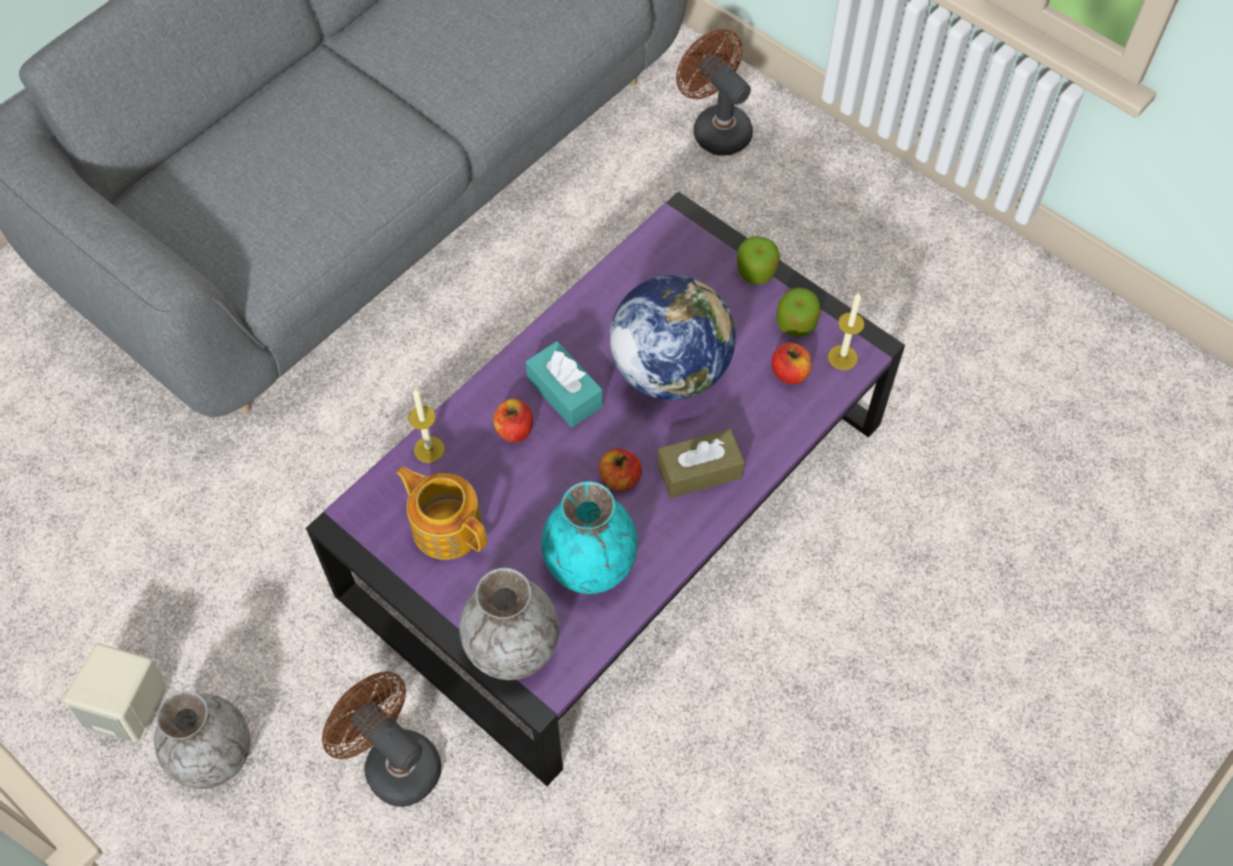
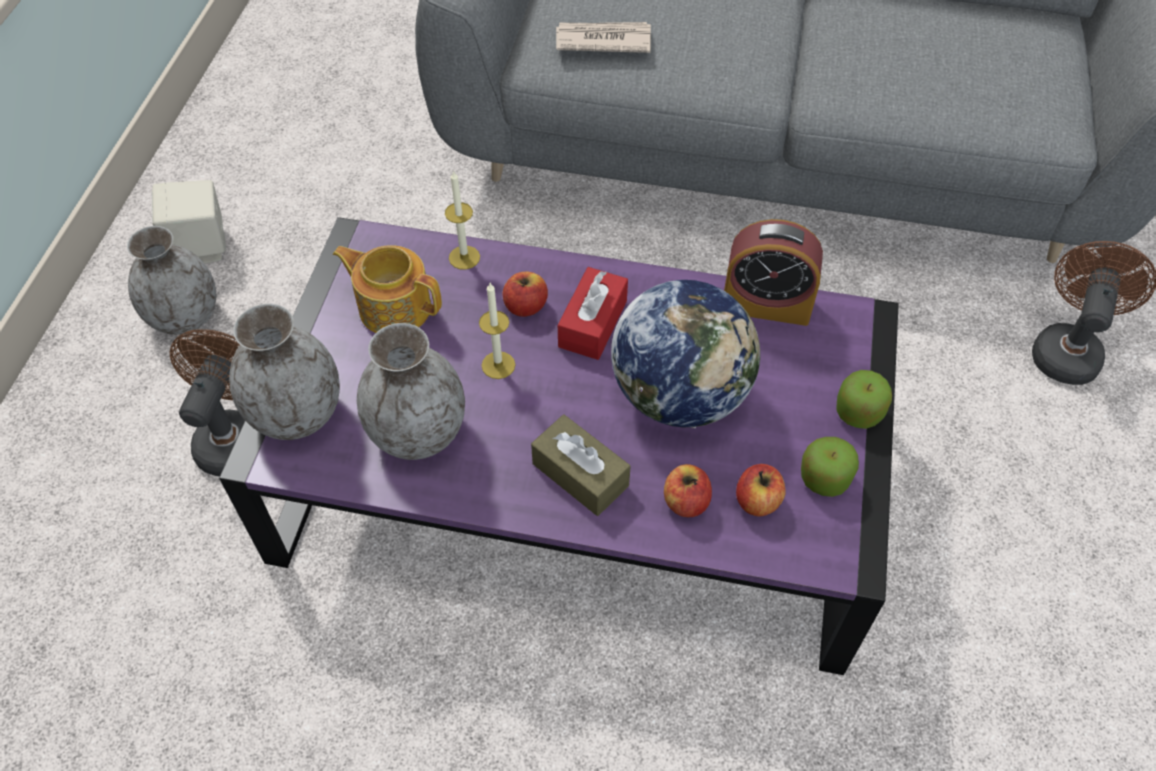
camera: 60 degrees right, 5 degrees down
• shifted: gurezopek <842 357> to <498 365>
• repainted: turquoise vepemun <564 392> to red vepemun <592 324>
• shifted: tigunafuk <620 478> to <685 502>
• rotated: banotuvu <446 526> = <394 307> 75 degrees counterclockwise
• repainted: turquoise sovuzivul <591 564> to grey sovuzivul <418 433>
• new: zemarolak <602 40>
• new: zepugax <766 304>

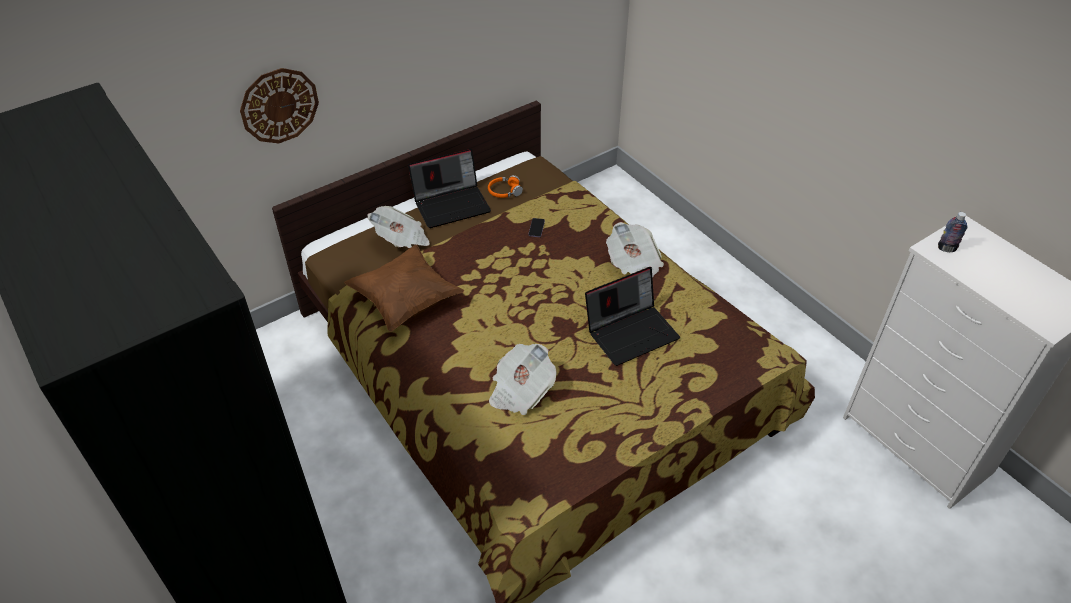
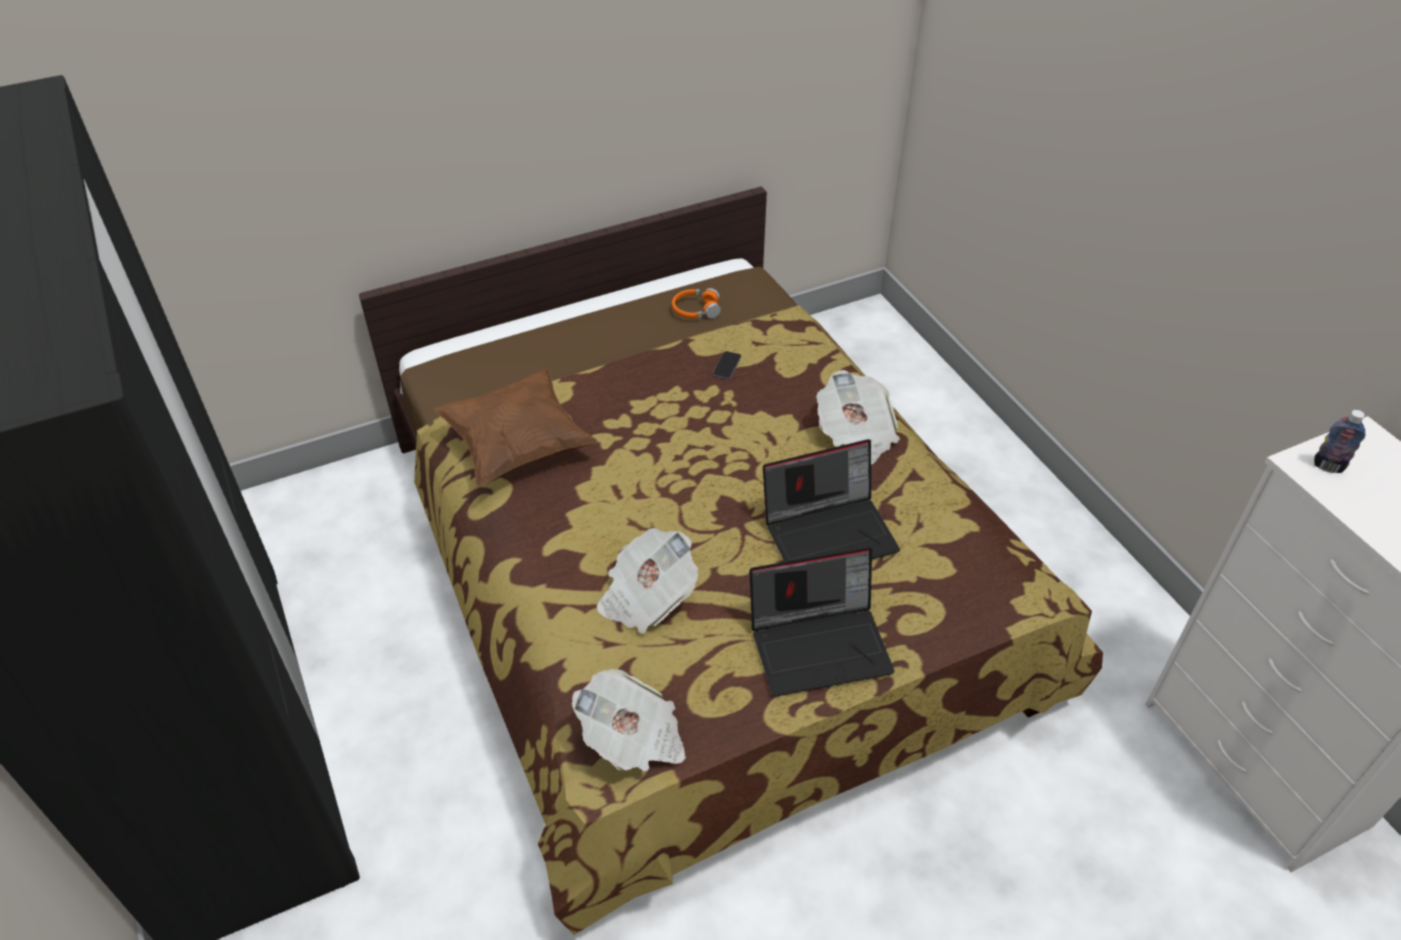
camera: 10 degrees right, 0 degrees up
• gone: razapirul <279 105>
• shifted: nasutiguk <452 204> to <820 644>
• shifted: zemarolak <401 240> to <633 739>

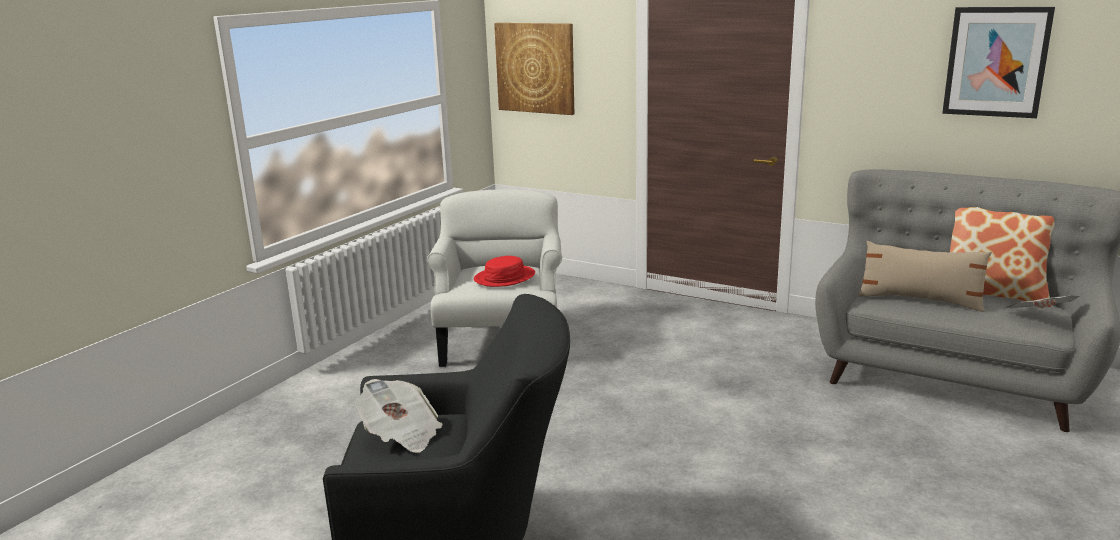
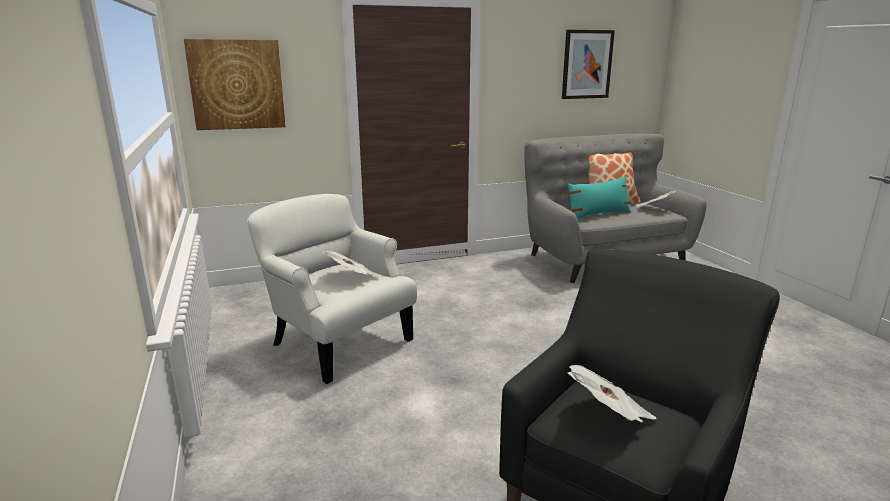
camera: 50 degrees left, 0 degrees up
• repainted: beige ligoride <920 300> to turquoise ligoride <597 215>
• swapped: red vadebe <505 277> to zemarolak <351 277>

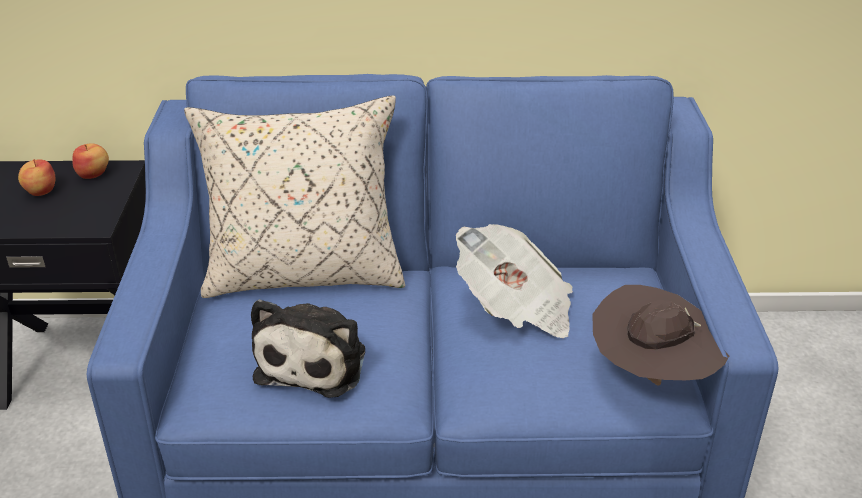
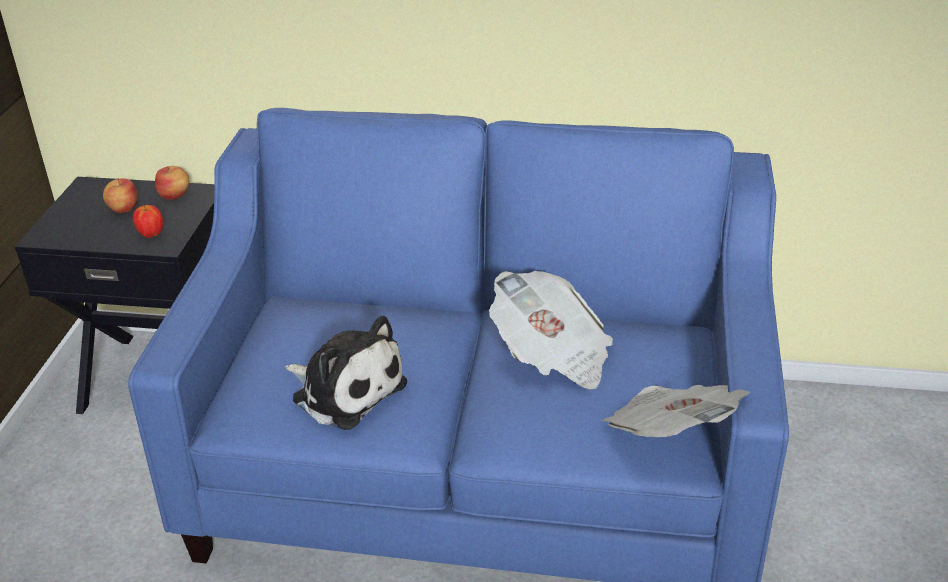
camera: 10 degrees right, 0 degrees up
• gone: beige ligoride <304 273>
• swapped: brown vadebe <651 375> to zemarolak <670 434>
• rotated: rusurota <315 360> = <345 390> 75 degrees counterclockwise
• new: tigunafuk <151 235>

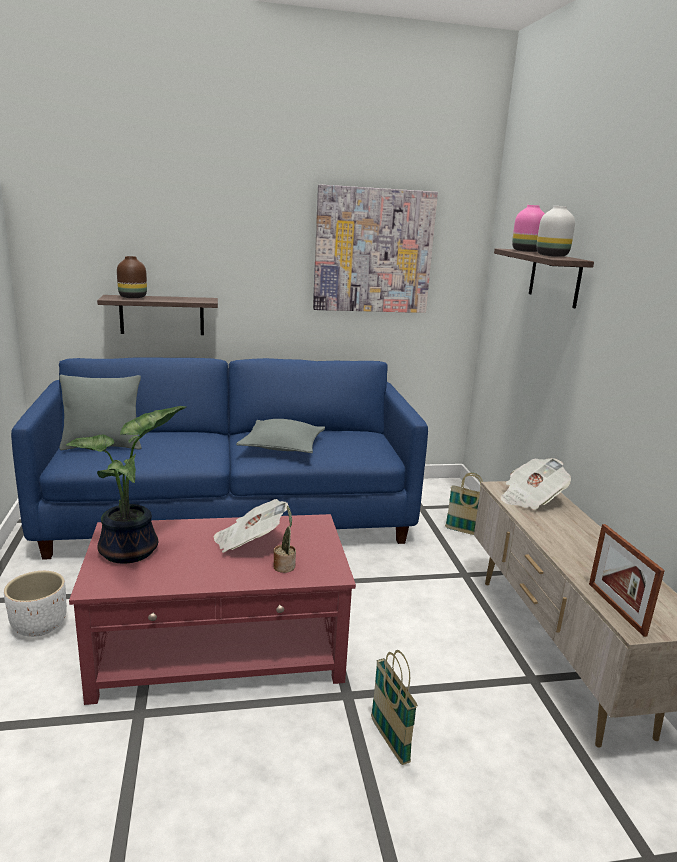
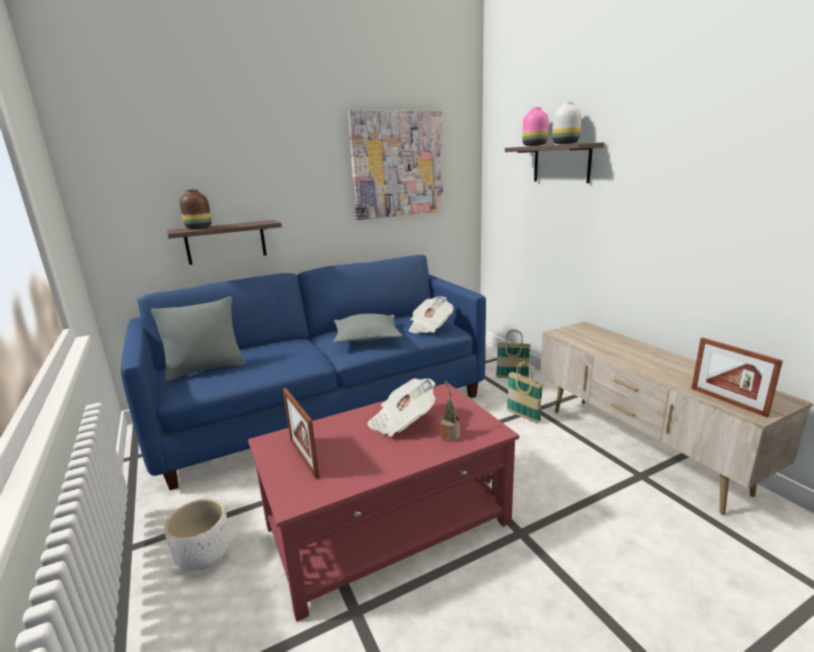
camera: 15 degrees left, 0 degrees up
• swapped: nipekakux <132 551> to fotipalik <304 458>
• shifted: zemarolak <530 499> to <429 327>
• shifted: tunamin <389 741> to <523 416>

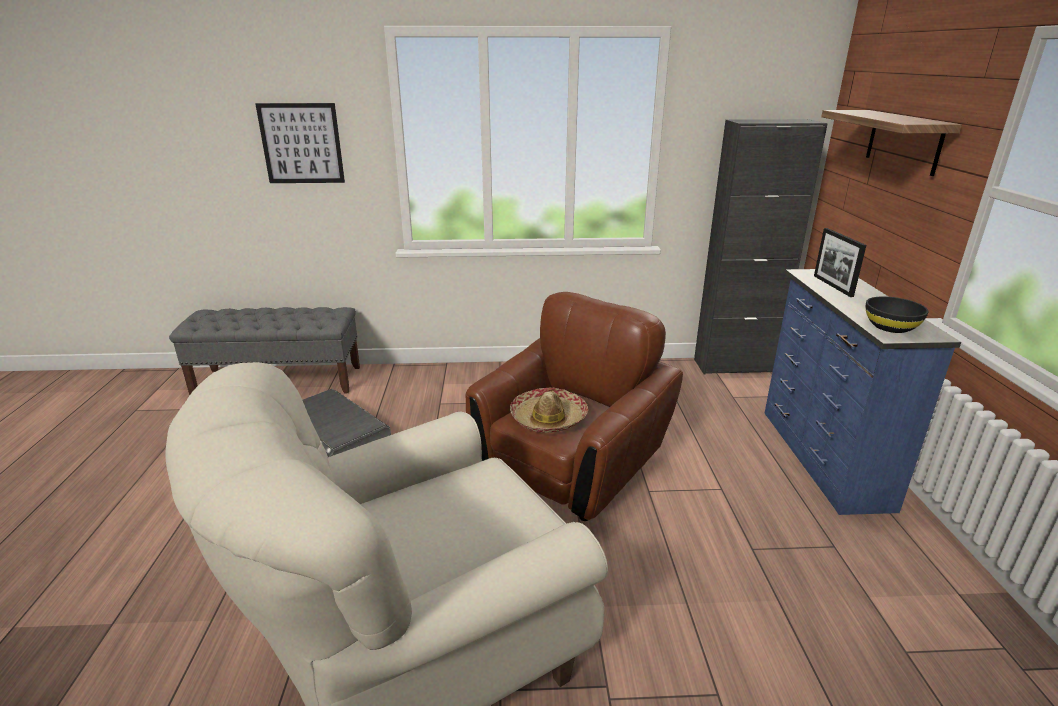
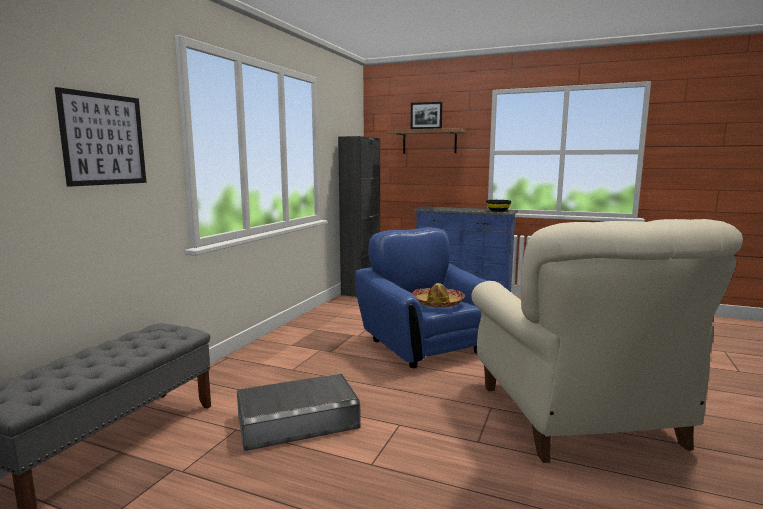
camera: 65 degrees left, 15 degrees down
• shifted: fotipalik <832 286> to <426 129>
• repainted: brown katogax <571 466> to blue katogax <424 345>

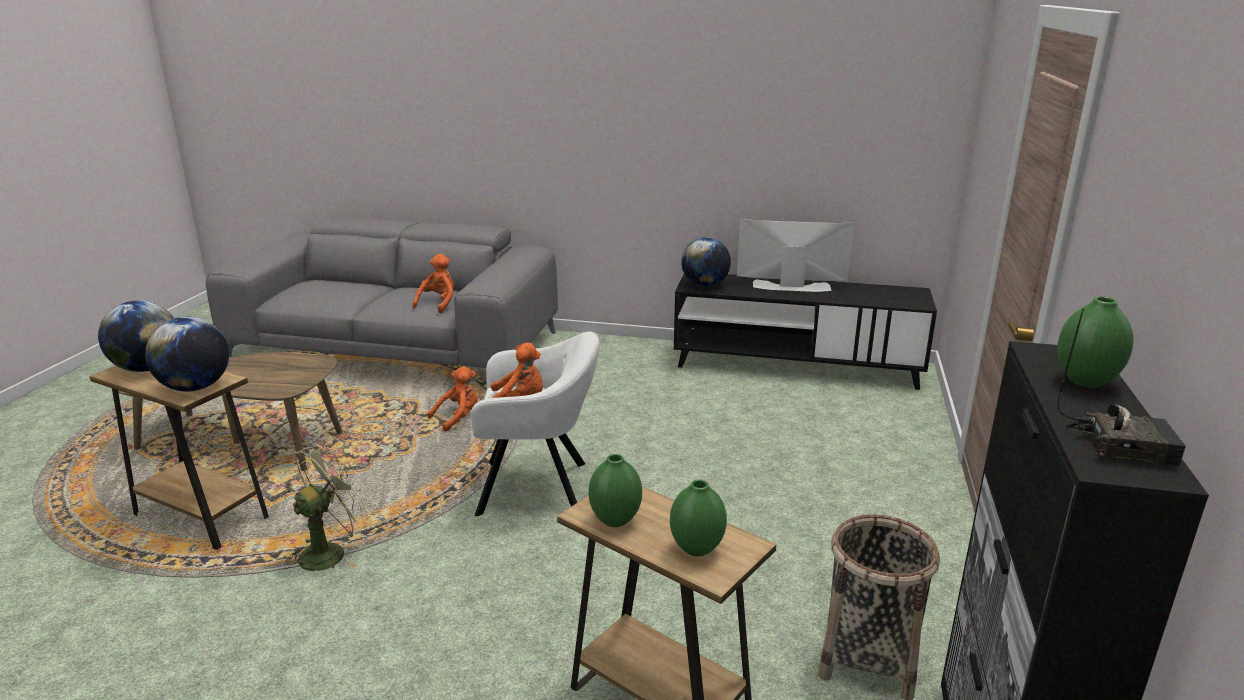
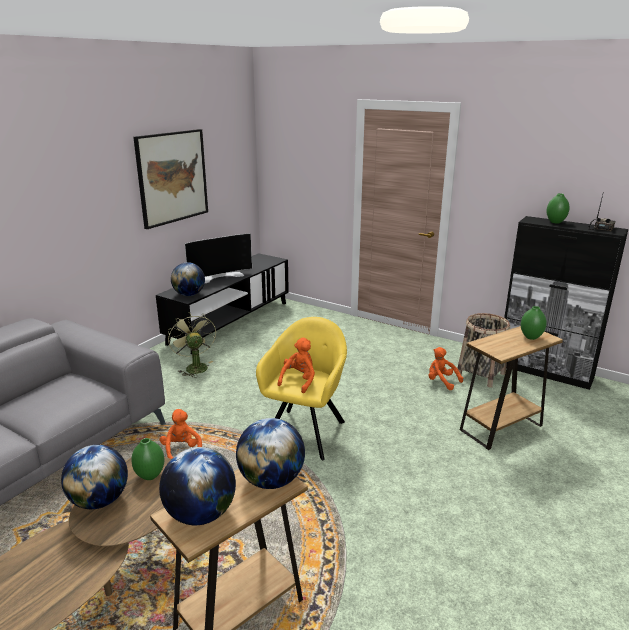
camera: 70 degrees left, 0 degrees up
• rotated: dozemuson <791 286> = <219 276> 150 degrees counterclockwise
• shifted: orange rusurota <438 304> to <441 381>
• repainted: white katogax <539 488> to yellow katogax <305 431>
• shifted: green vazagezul <330 552> to <194 367>
• shifted: green sovuzivul <615 521> to <150 476>
• new: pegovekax <172 177>
• new: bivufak <99 501>

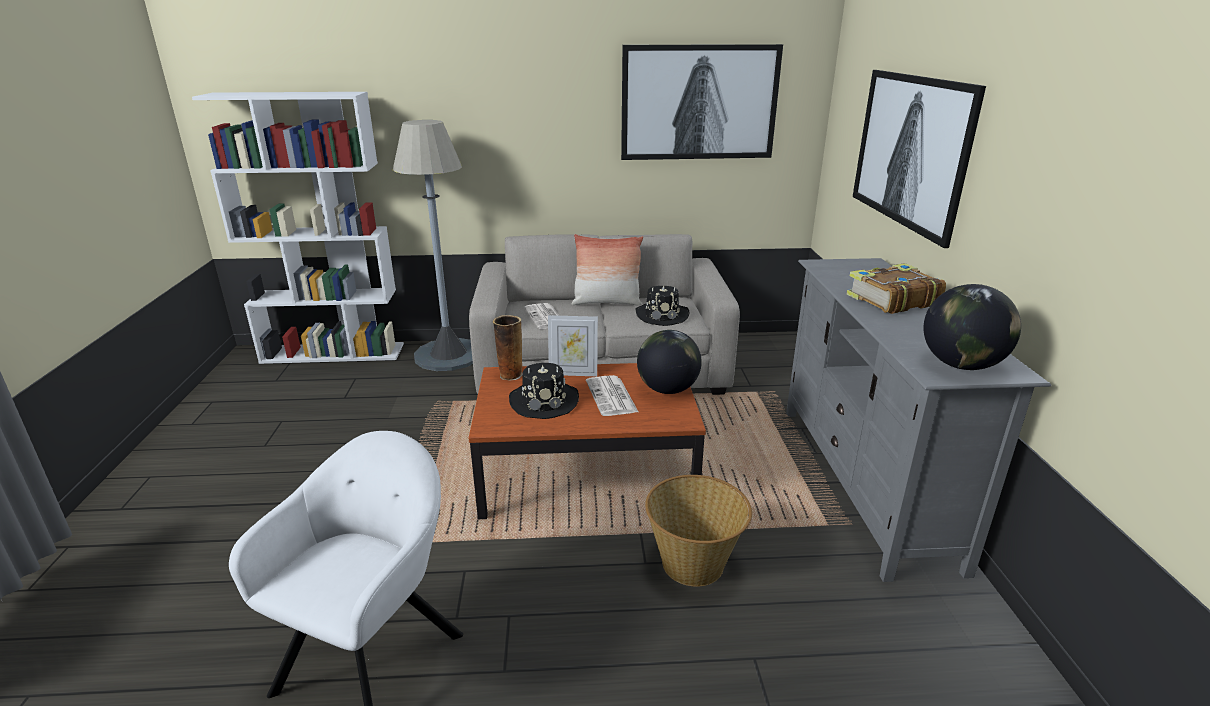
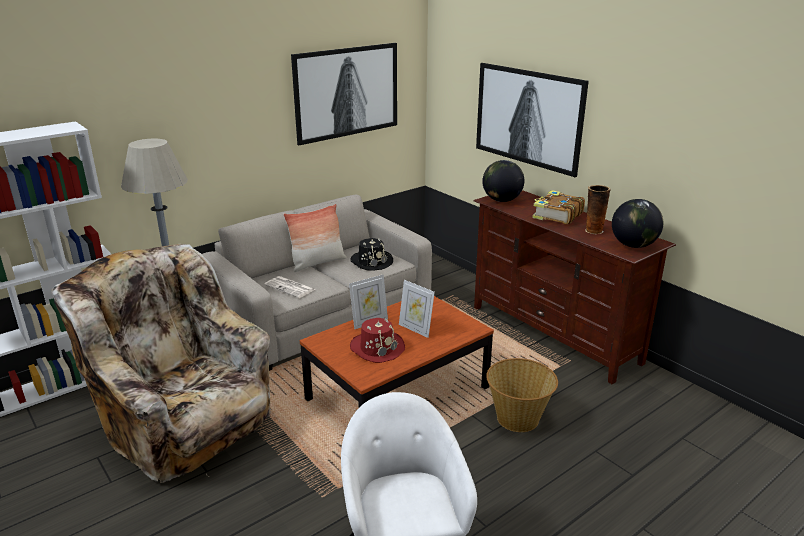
camera: 35 degrees left, 0 degrees up
• repainted: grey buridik <865 482> to brown buridik <554 334>
• shifted: sovuzivul <510 375> to <593 231>
• shifted: bivufak <667 389> to <501 200>
• repainted: black vadebe <544 401> to red vadebe <377 348>
• swapped: zemarolak <612 397> to fotipalik <415 329>
• new: beige katogax <184 422>

